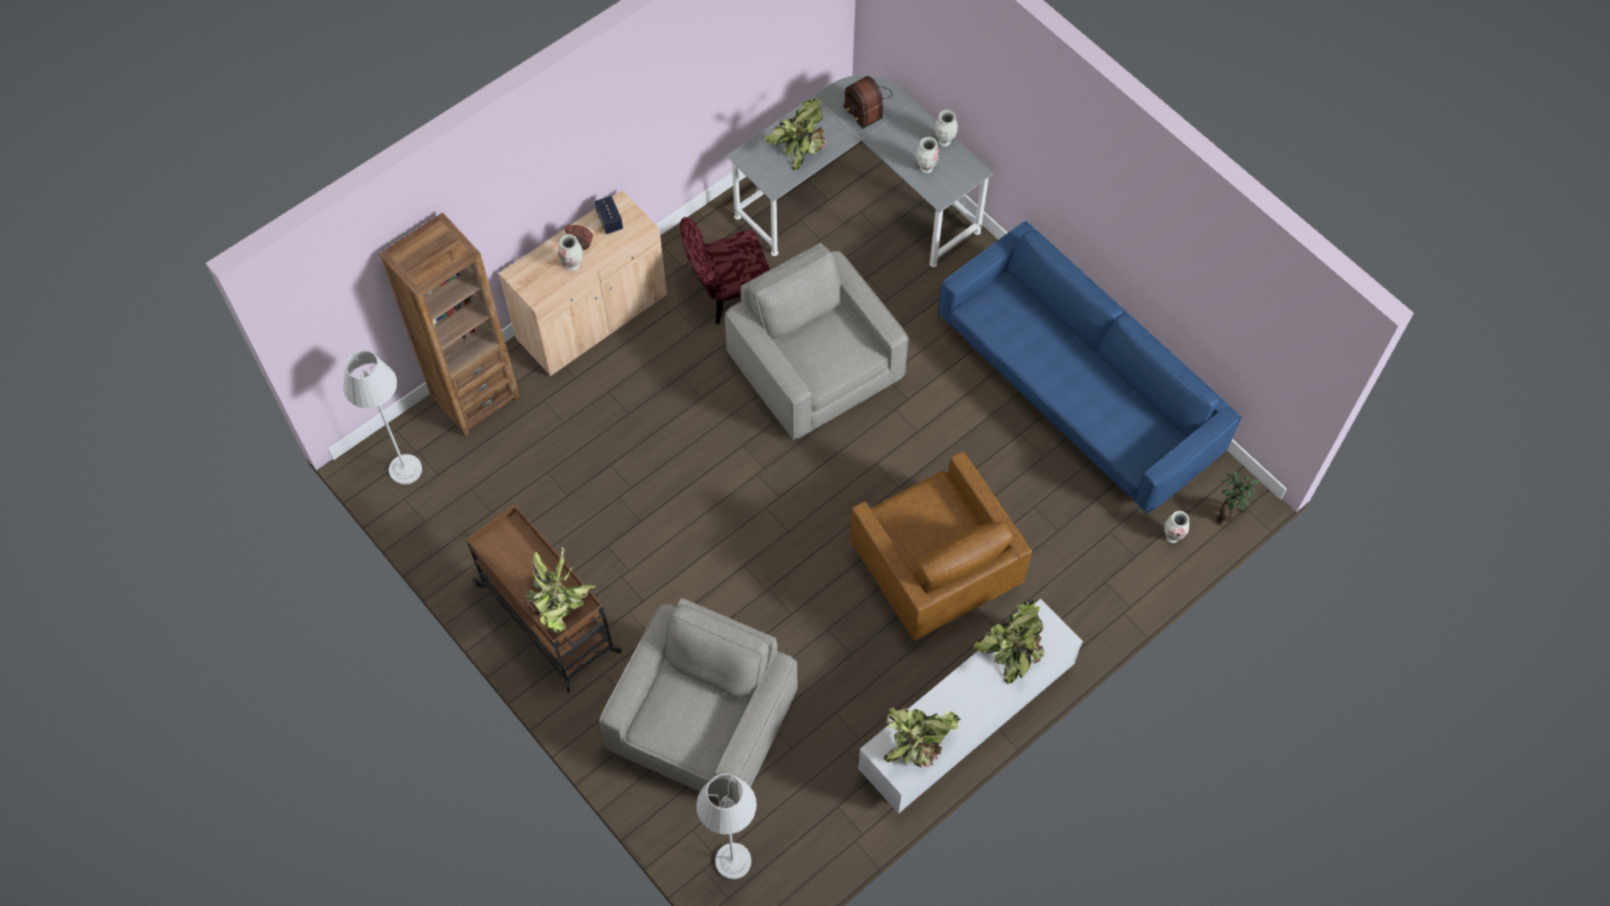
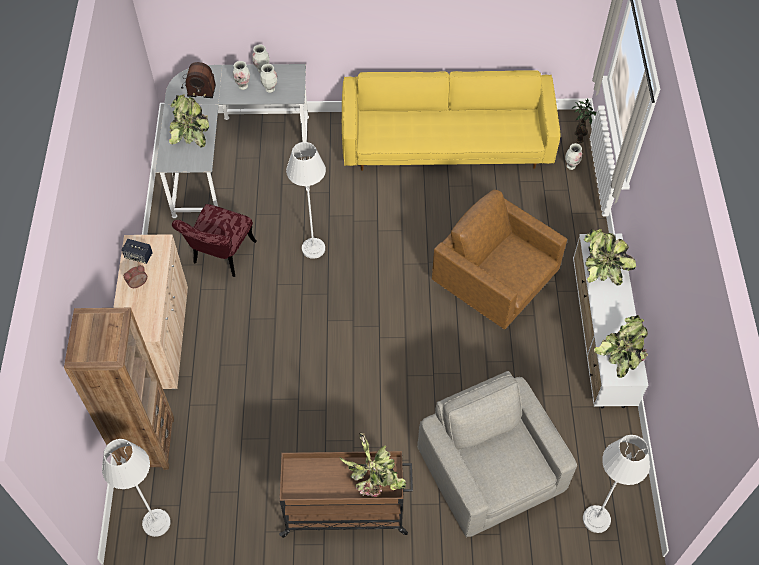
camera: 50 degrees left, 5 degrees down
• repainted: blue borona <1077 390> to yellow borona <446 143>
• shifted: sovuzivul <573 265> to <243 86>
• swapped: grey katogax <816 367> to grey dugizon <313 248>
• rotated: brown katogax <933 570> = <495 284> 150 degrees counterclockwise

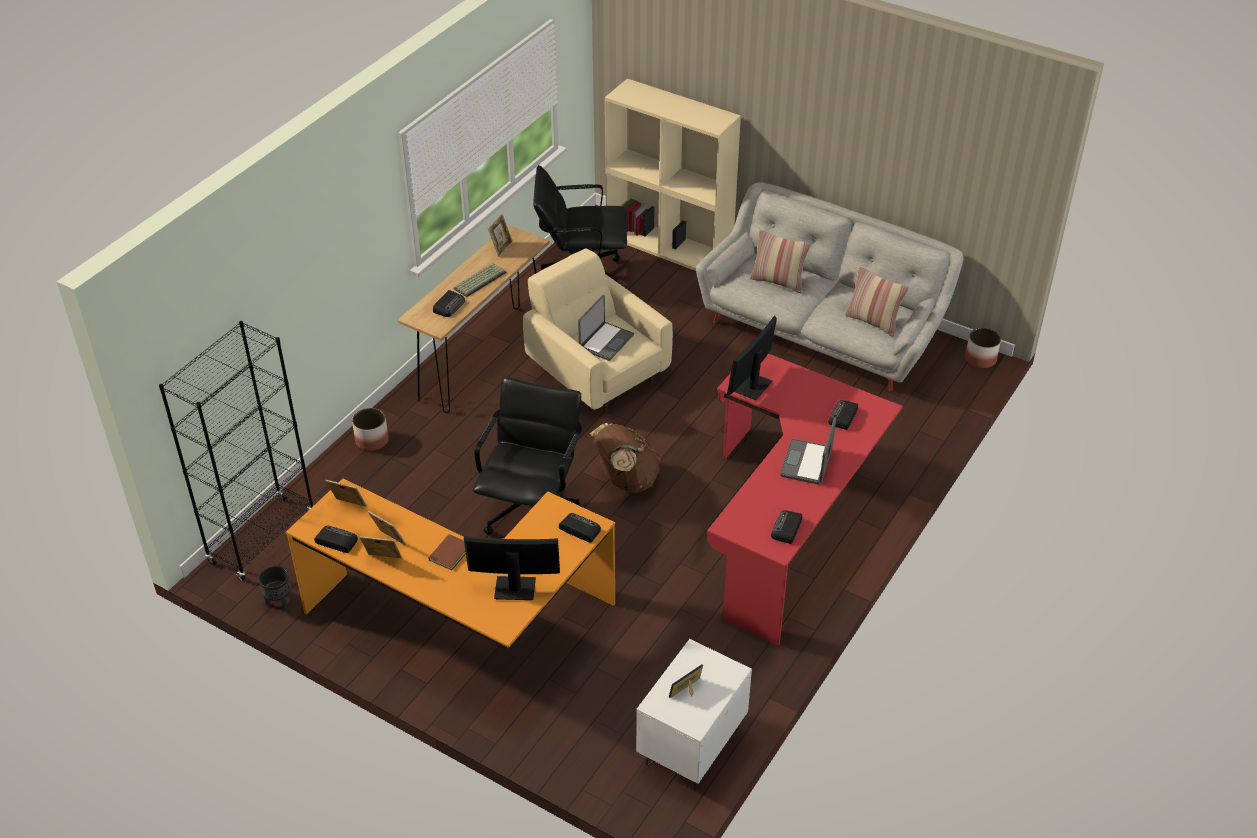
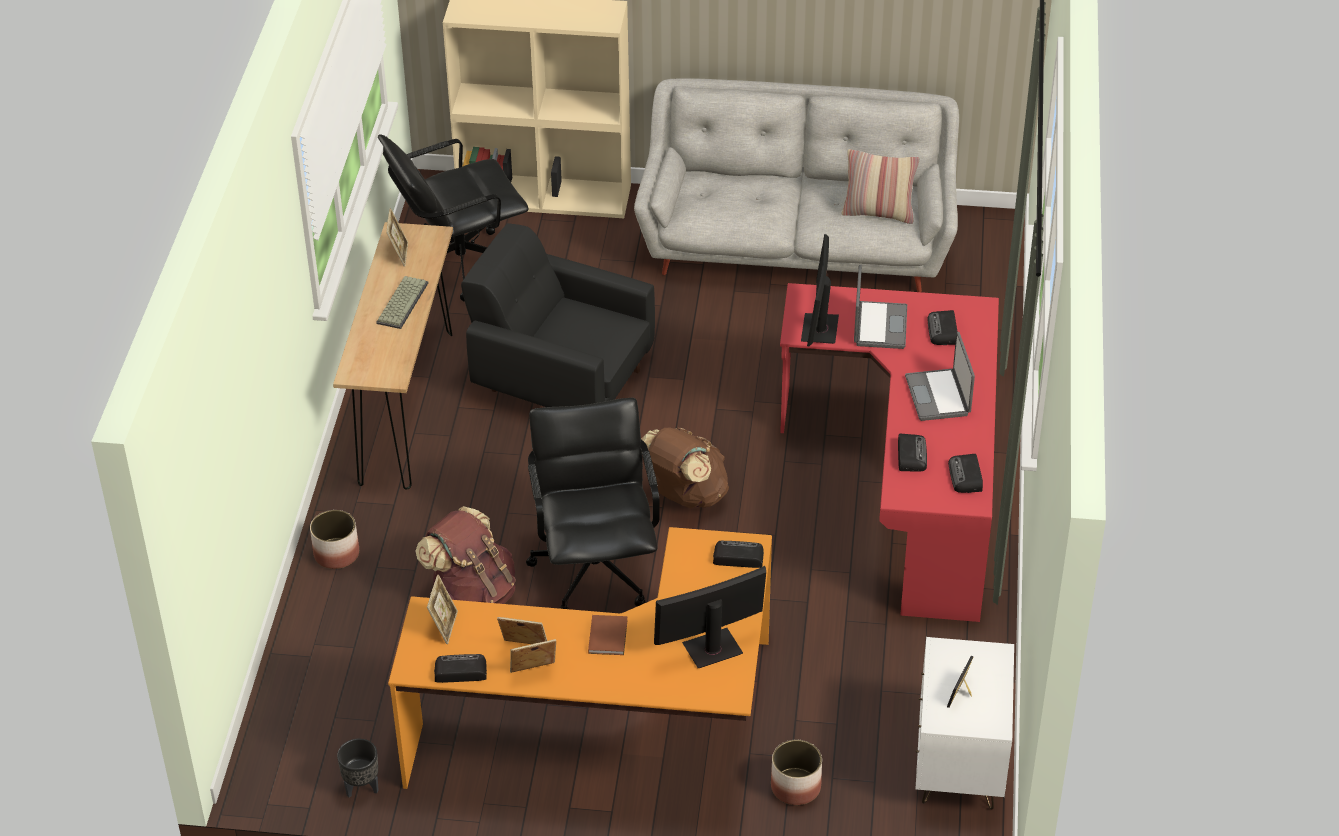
camera: 25 degrees left, 0 degrees up
• gone: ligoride <778 281>
• repainted: beige katogax <596 371> to black katogax <561 378>
• shifted: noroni <449 306> to <911 455>
• shifted: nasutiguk <605 341> to <878 326>
• gone: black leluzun <262 538>
• shifted: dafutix <980 359> to <796 786>
• rotated: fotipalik <348 506> = <444 626> 105 degrees clockwise
• new: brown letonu <472 596>

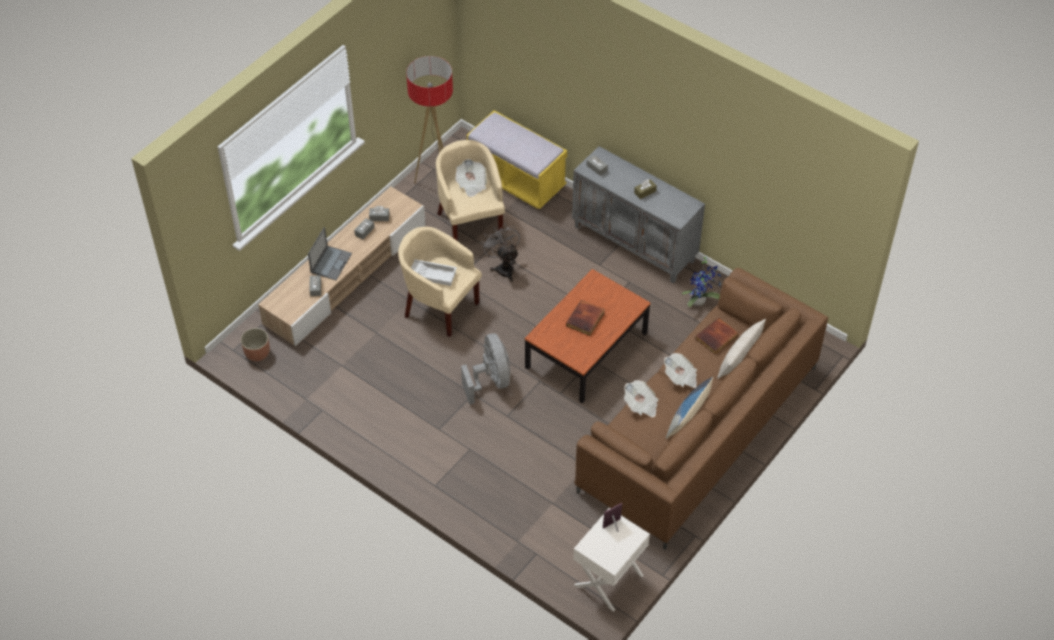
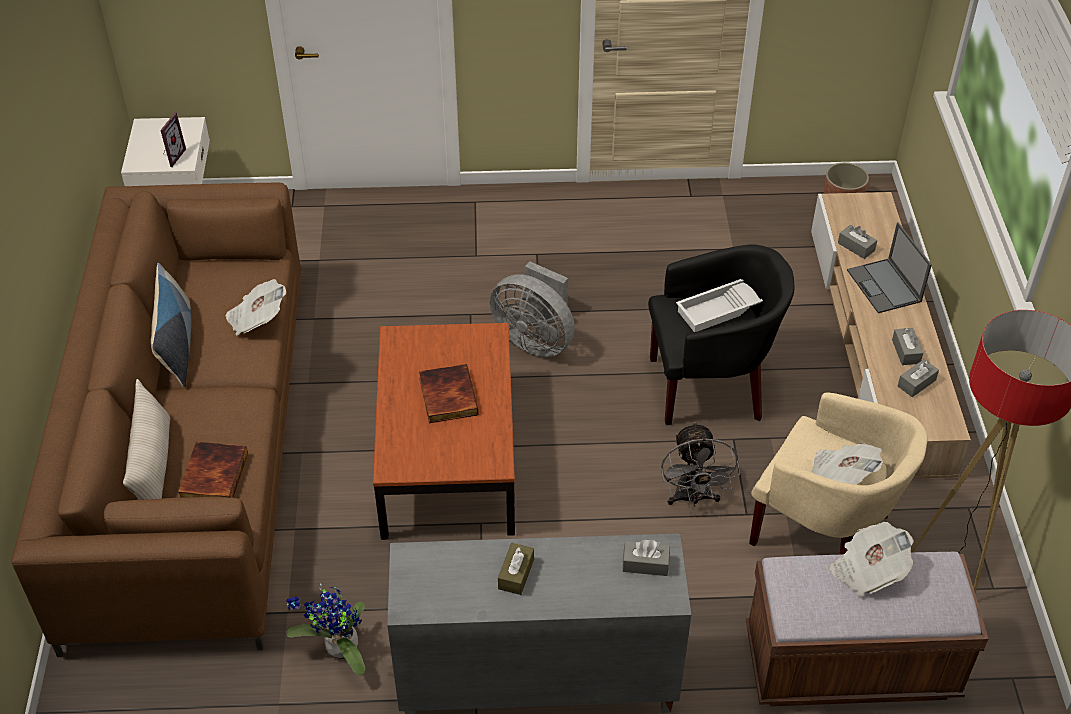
camera: 140 degrees right, 5 degrees down
• repainted: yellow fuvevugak <517 180> to brown fuvevugak <850 666>
• rotated: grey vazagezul <503 267> = <693 498> 60 degrees clockwise
• repainted: beige katogax <439 307> to black katogax <710 386>
• shifted: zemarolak <680 377> to <868 570>

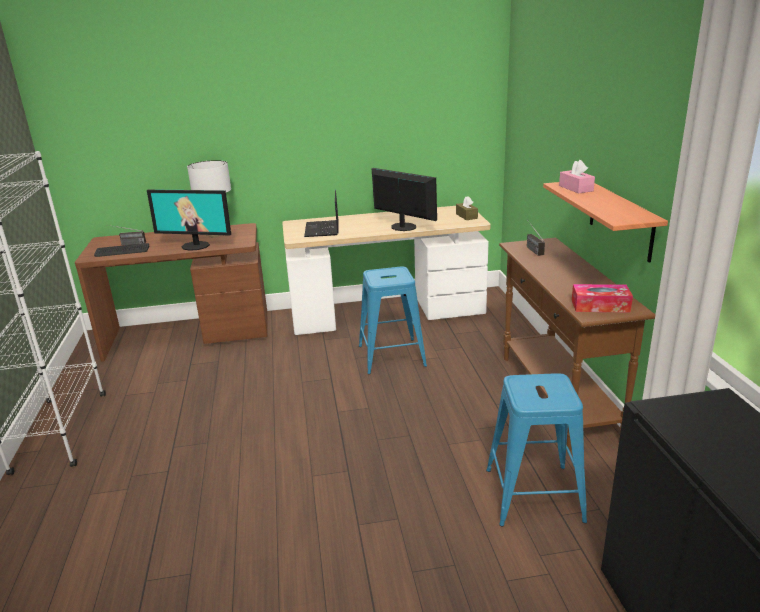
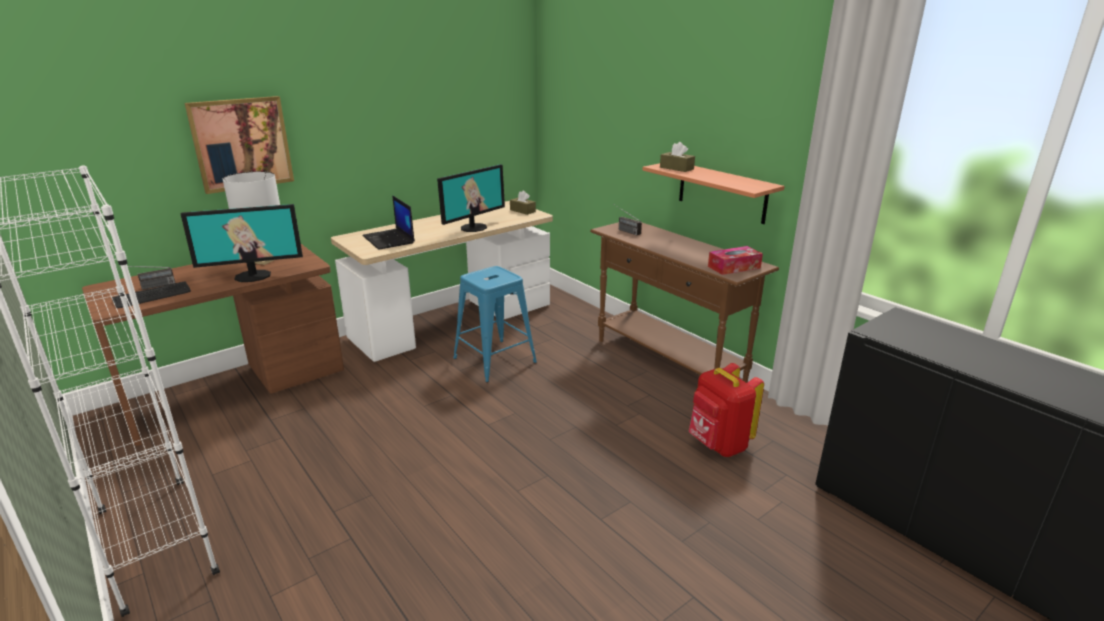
camera: 30 degrees left, 0 degrees up
• repainted: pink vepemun <576 188> to brown vepemun <676 168>
• rotated: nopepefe <403 227> = <473 227> 120 degrees clockwise
• swapped: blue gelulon <533 494> to red letonu <718 445>
• new: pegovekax <241 144>

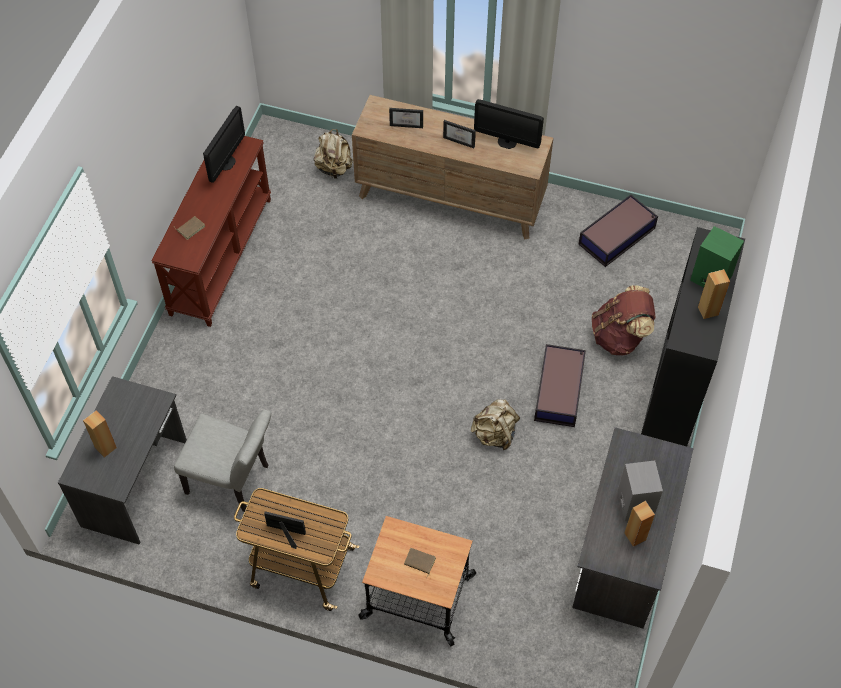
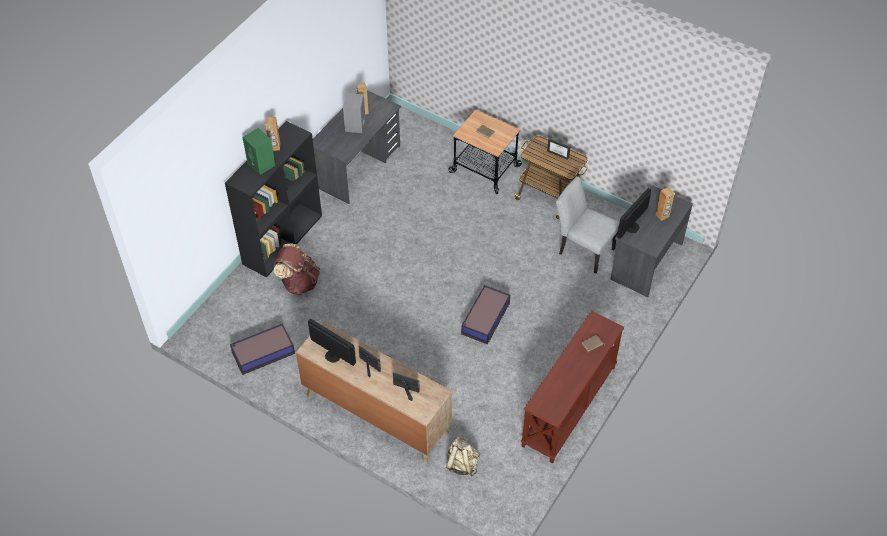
camera: 165 degrees left, 5 degrees down
• shifted: nopepefe <226 163> to <632 227>
• shifted: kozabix <559 389> to <485 319>
• gone: beige letonu <494 434>

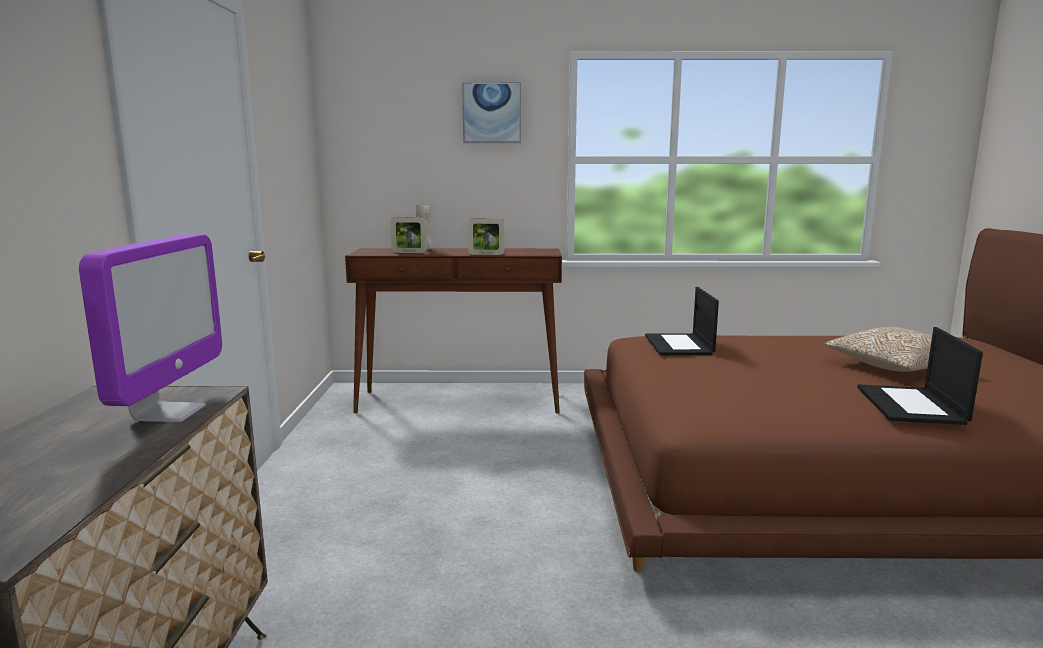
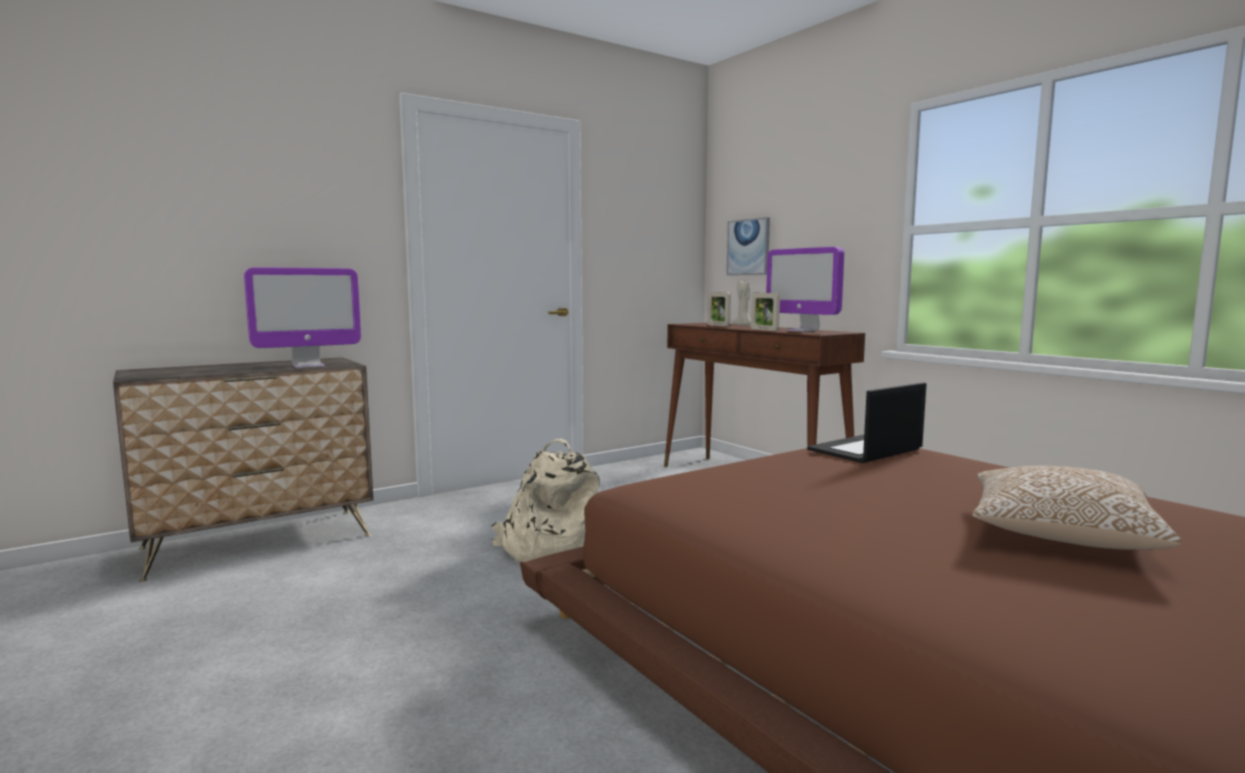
camera: 55 degrees right, 5 degrees down
• shifted: pegovekax <492 113> to <748 247>
• gone: nasutiguk <911 405>
• new: nopepefe <802 330>
• new: beige letonu <548 548>

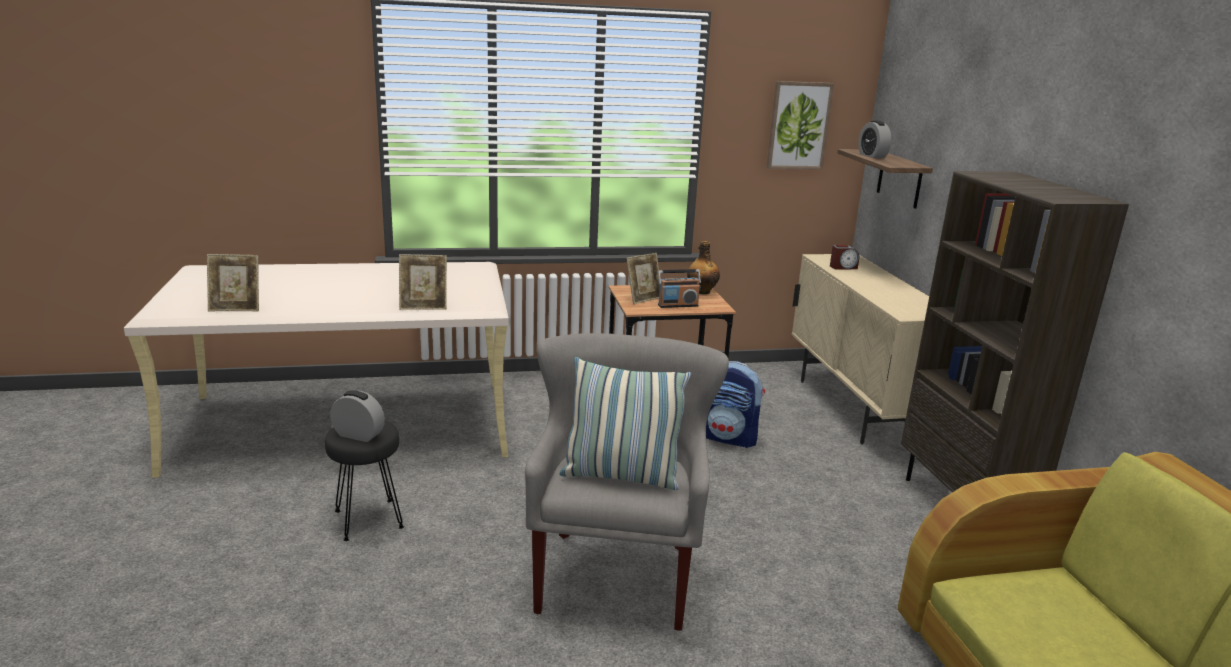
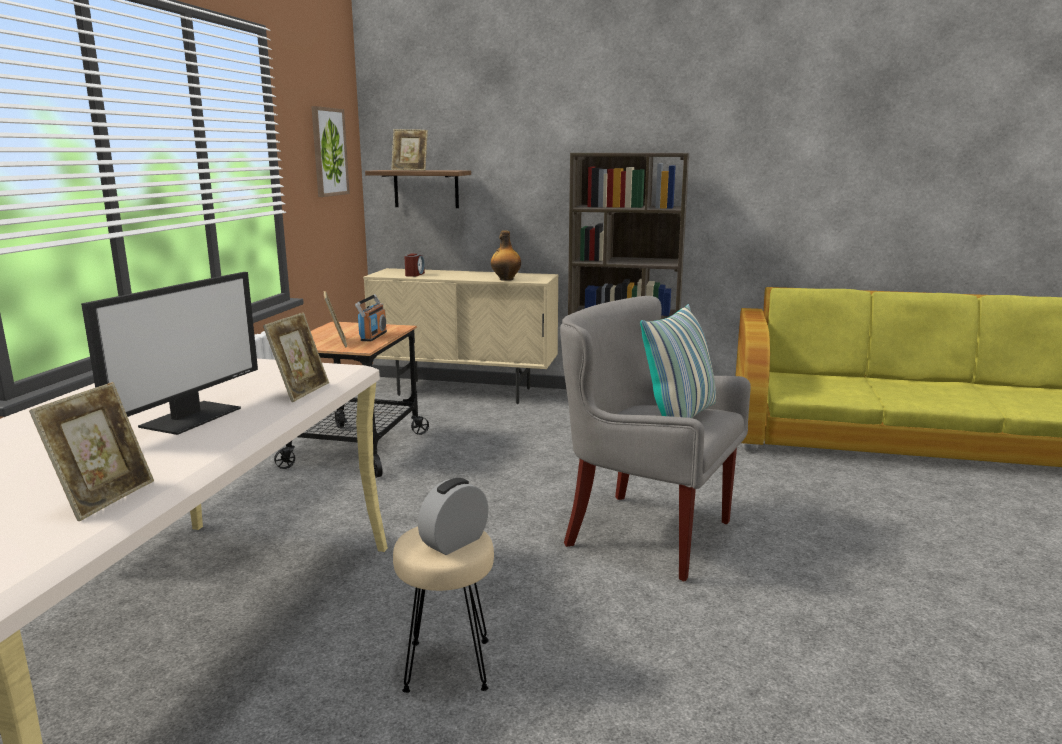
camera: 65 degrees left, 5 degrees down
• swapped: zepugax <872 156> to fotipalik <410 170>
• shifted: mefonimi <702 291> to <505 279>
• gone: letonu <728 437>
• repainted: black gelulon <367 520> to beige gelulon <447 666>
• new: nopepefe <190 417>

